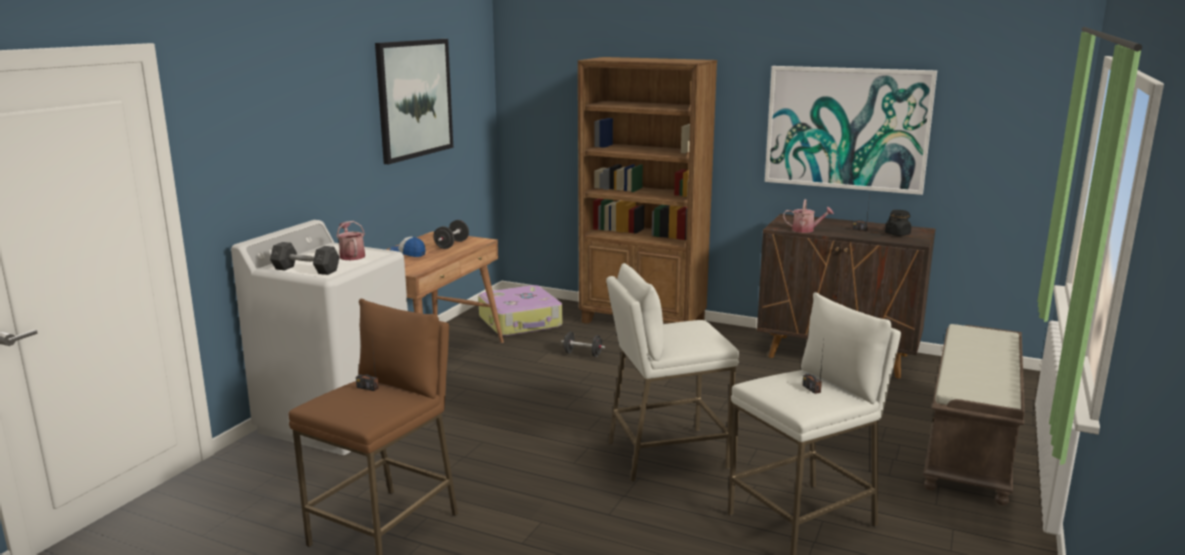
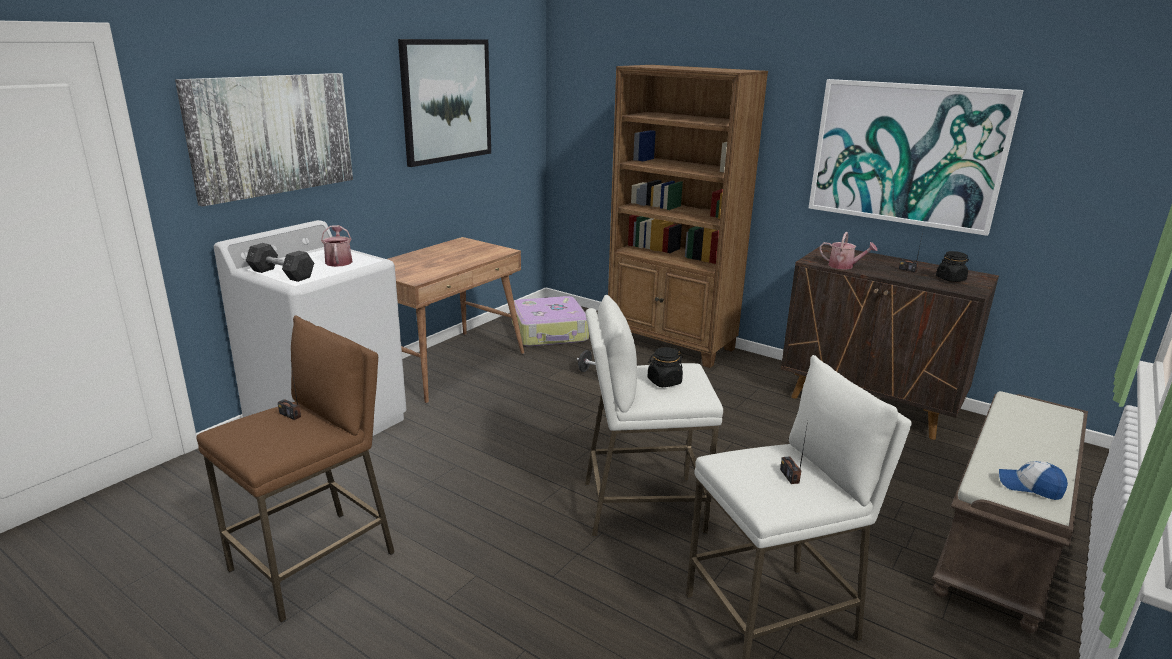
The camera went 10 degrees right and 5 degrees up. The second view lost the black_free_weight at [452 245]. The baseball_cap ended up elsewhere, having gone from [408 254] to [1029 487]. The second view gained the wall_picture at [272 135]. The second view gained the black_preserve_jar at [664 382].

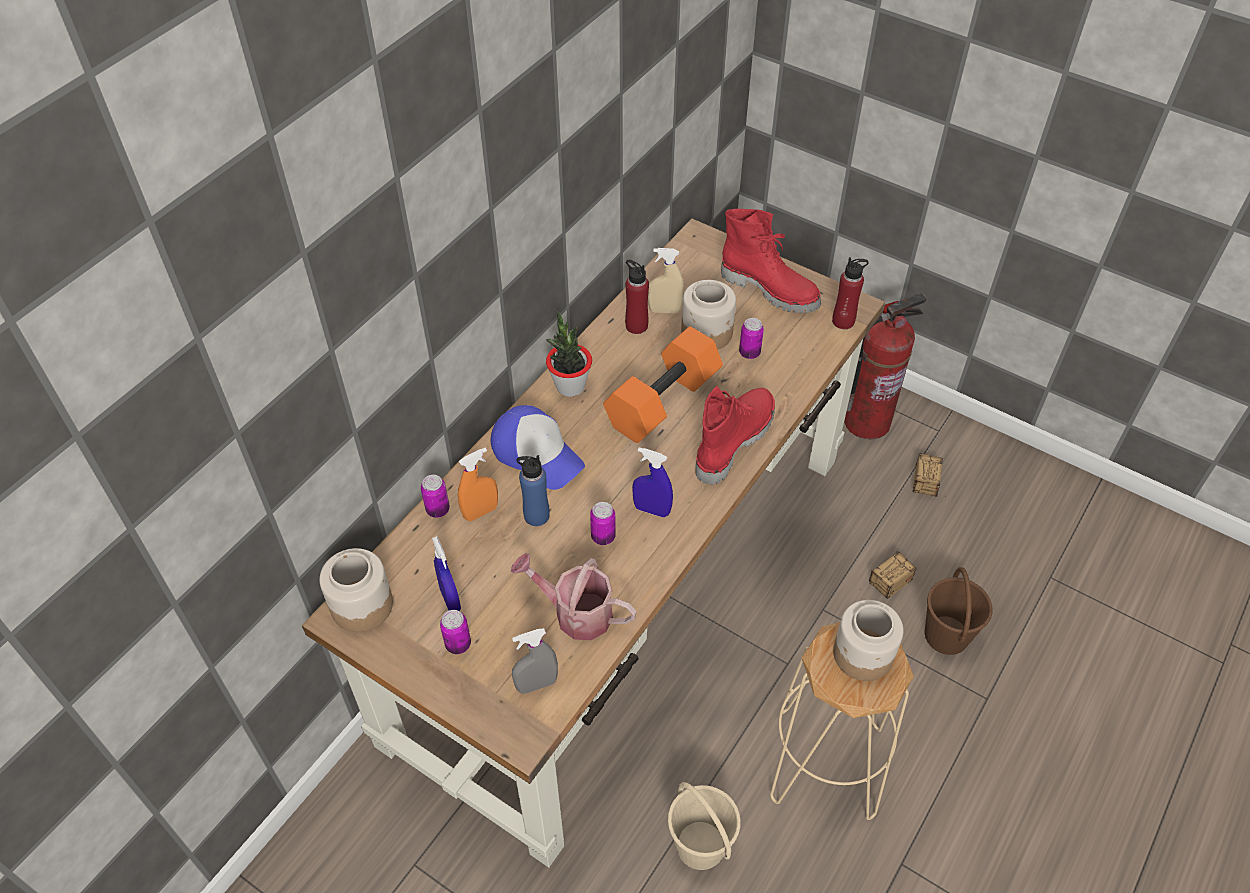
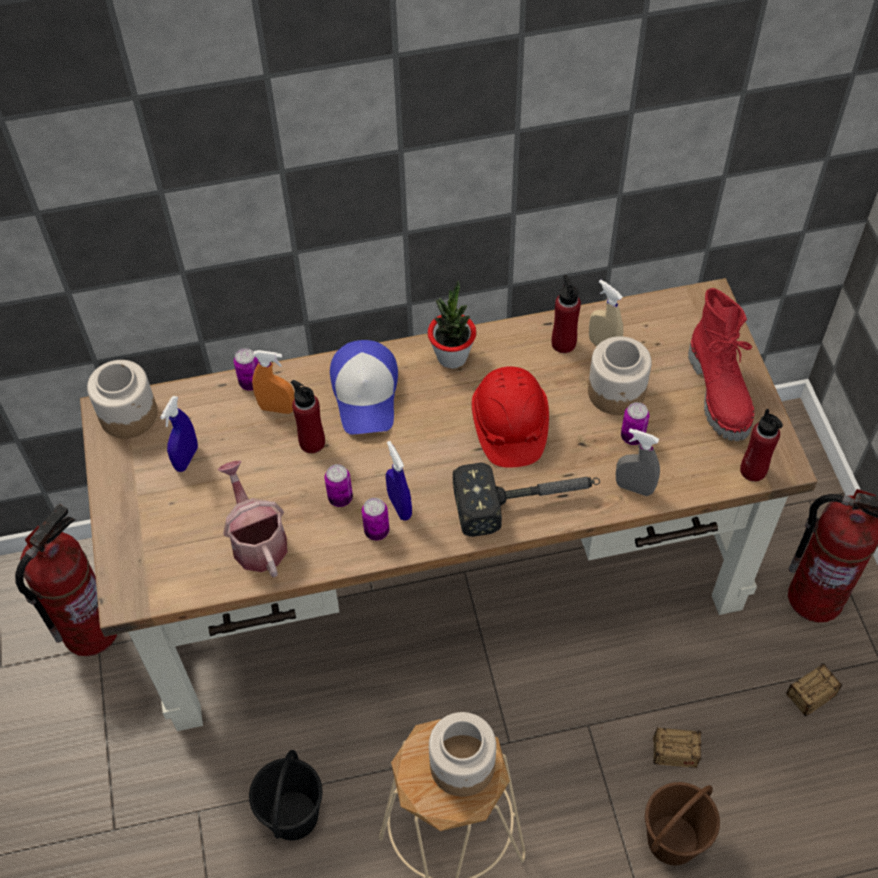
The camera went 45 degrees right and 5 degrees up. Where the orange-coloured_free_weight stood at [663 403], the red_safety_helmet came to stand at [509 426]. Where the red_high-top_boot stood at [732 441], the hand_hammer came to stand at [528 501]. What was the blue_beverage_bottle at [536 515] turned into the red_beverage_bottle at [312 442]. The can ended up elsewhere, having gone from [458 644] to [377 531]. The greyish_sprayer ended up elsewhere, having gone from [536 684] to [634 487]. What was the beige_bucket at [701 846] turned into the black_bucket at [293 816]. The second view gained the fire_extinguisher at [90 631].

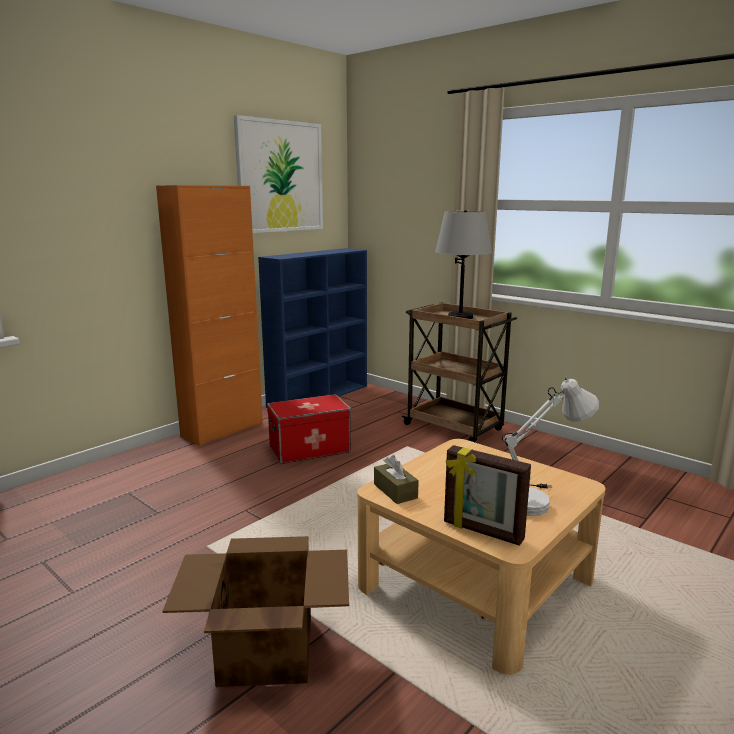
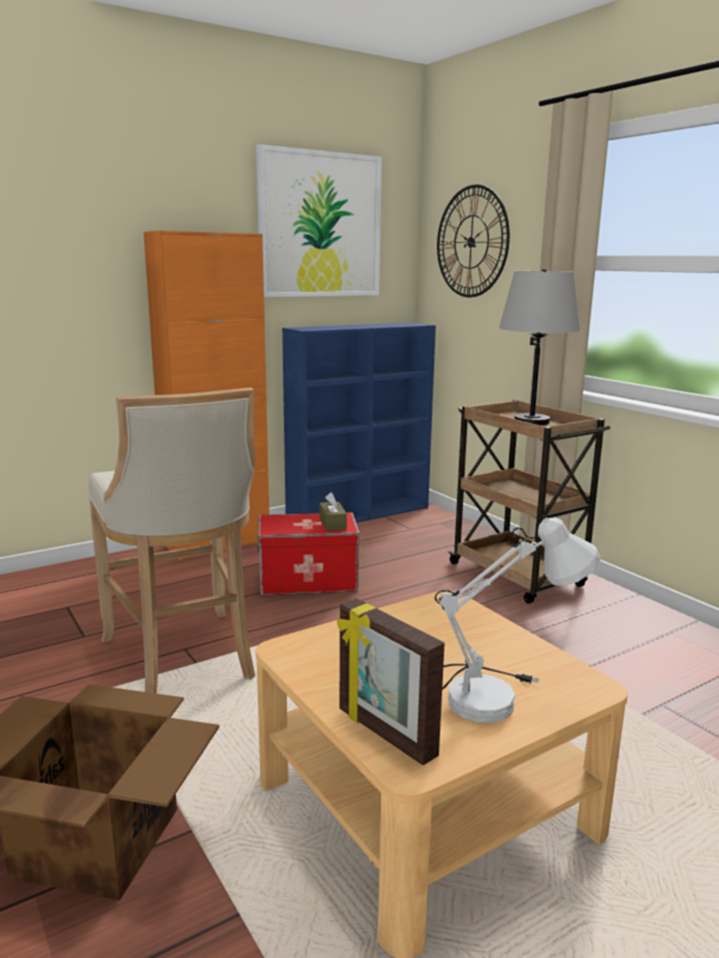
The camera went 15 degrees right and 0 degrees up. The brown_tissue_box ended up elsewhere, having gone from [395 491] to [332 524]. The second view gained the hanging_clock at [471 242]. The second view gained the beige_sitting_stool at [183 660].

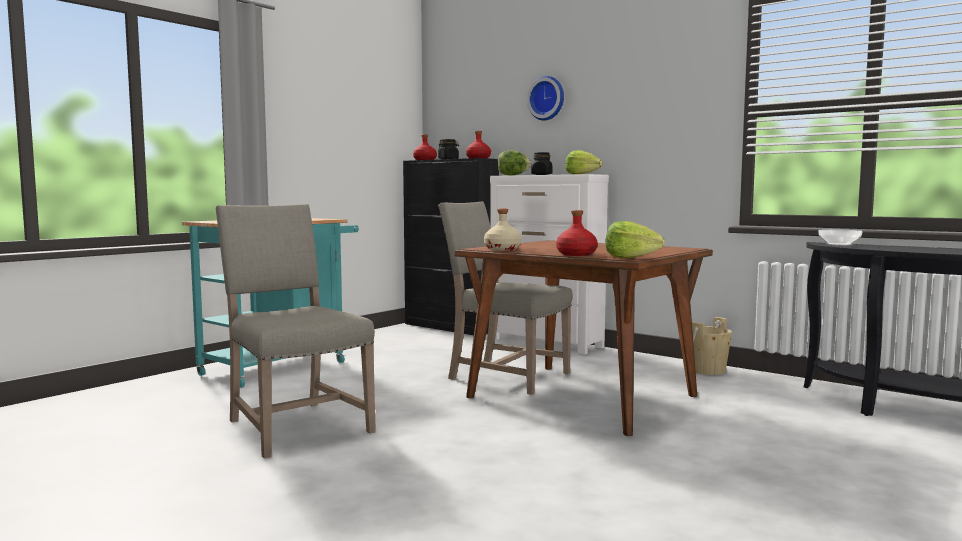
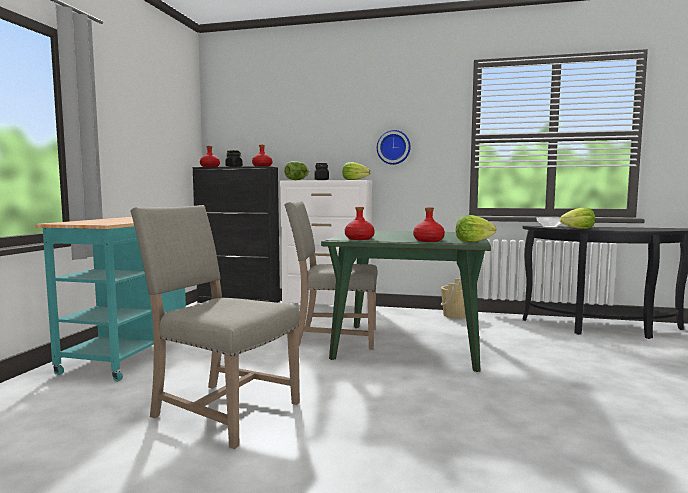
The camera went 25 degrees left and 0 degrees up. The hanging_clock ended up elsewhere, having gone from [547 98] to [393 147]. What was the beige_beverage_bottle at [502 249] turned into the red_beverage_bottle at [359 239]. What was the brown_dinner_table at [582 397] turned into the greenish_dinner_table at [408 346]. The second view gained the lettuce at [578 228].

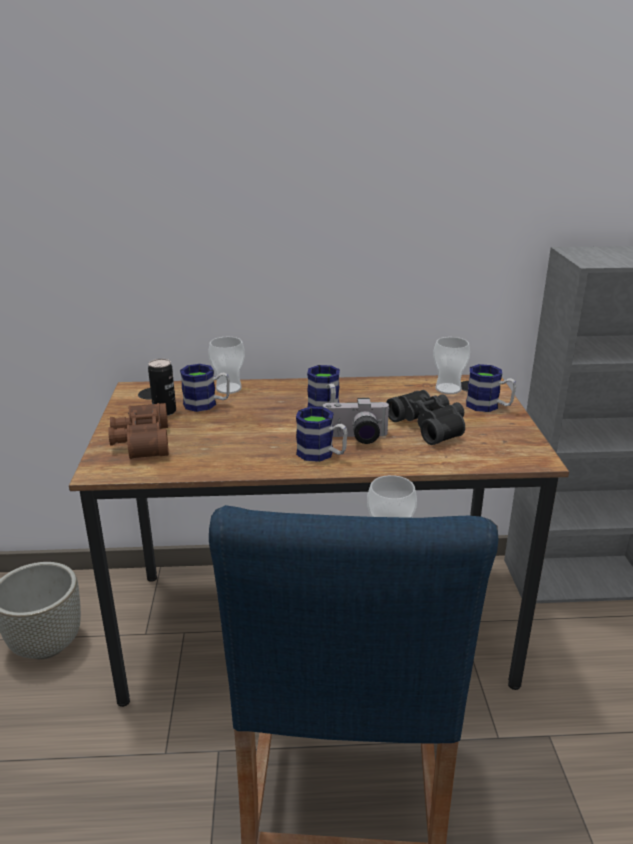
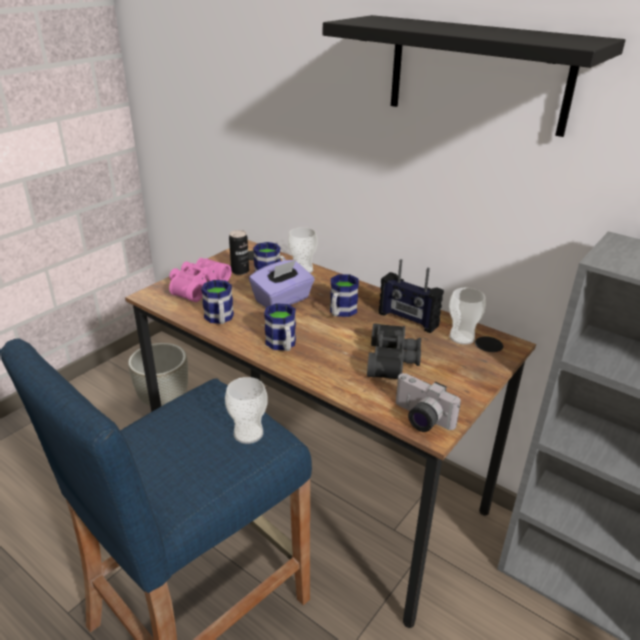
The camera went 40 degrees right and 5 degrees up. The mug ended up elsewhere, having gone from [489 406] to [220 319]. The still_camera ended up elsewhere, having gone from [356 438] to [420 419]. What was the brown_field_glasses at [140 442] turned into the pinkish_field_glasses at [196 286]. The second view gained the black_shelf at [477 74]. The second view gained the radio_receiver at [407 320]. The second view gained the purple_tissue_box at [283 300].

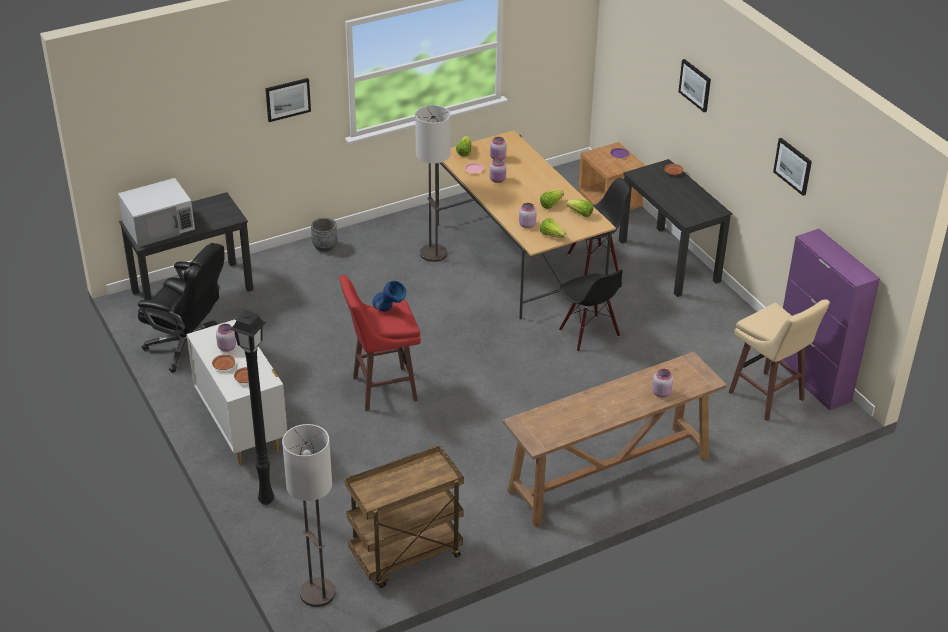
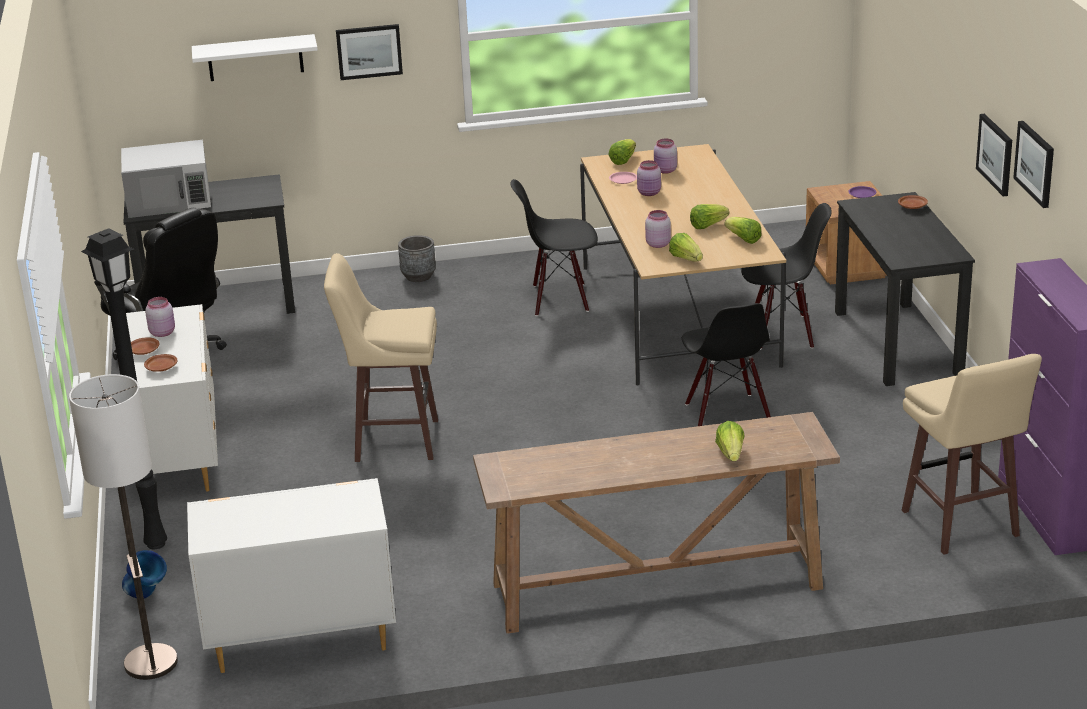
The camera went 20 degrees right and 10 degrees down. The wall_picture ended up elsewhere, having gone from [695 85] to [996 154]. Where the standing_lamp stood at [433 253], the black_upright_chair came to stand at [559 299]. What was the red_sitting_stool at [382 389] turned into the beige_sitting_stool at [393 440]. The blue_flower_vase ended up elsewhere, having gone from [389 311] to [147 599]. Where the pinkish_preserve_jar stood at [661 392], the lettuce came to stand at [731 453]. Where the brown_wheeled_cart stood at [405 556], the white-coloured_chest_of_drawers came to stand at [299 640]. The second view gained the white-coloured_shelf at [255 58].

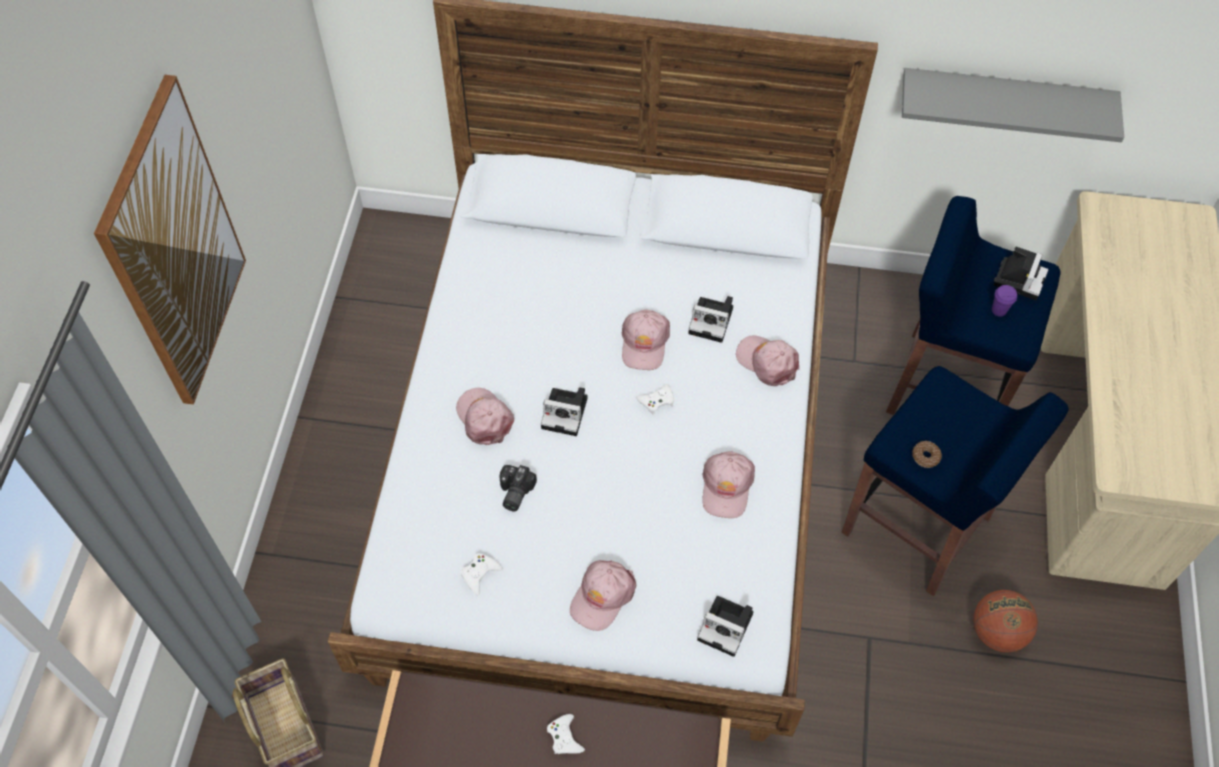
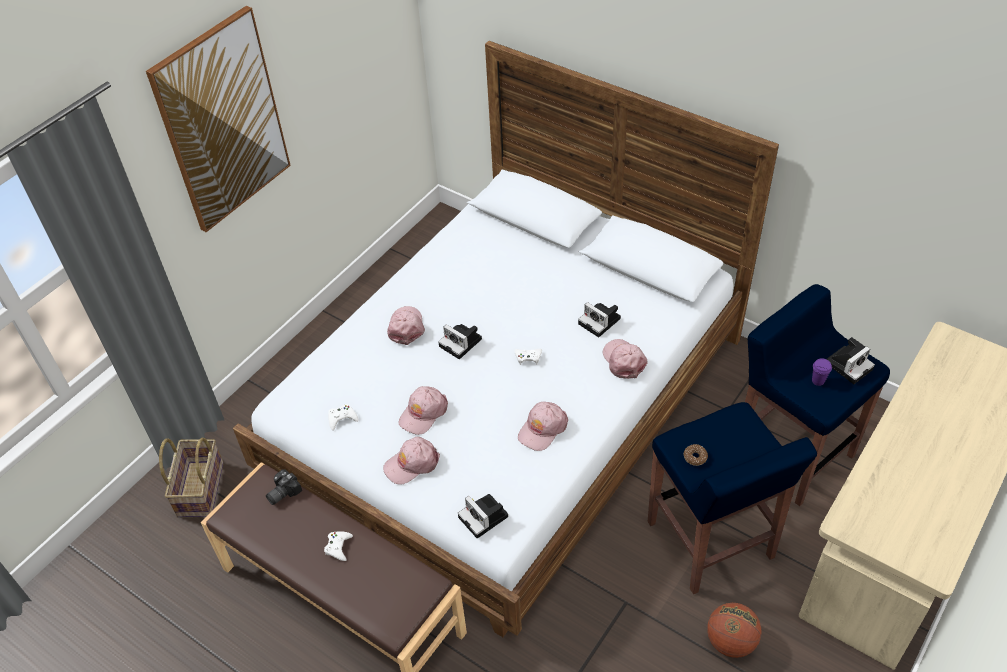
The camera went 30 degrees right and 10 degrees down. The second view lost the greyish_shelf at [1003 101]. The pinkish_baseball_cap ended up elsewhere, having gone from [644 343] to [423 413]. The still_camera ended up elsewhere, having gone from [513 493] to [282 492].

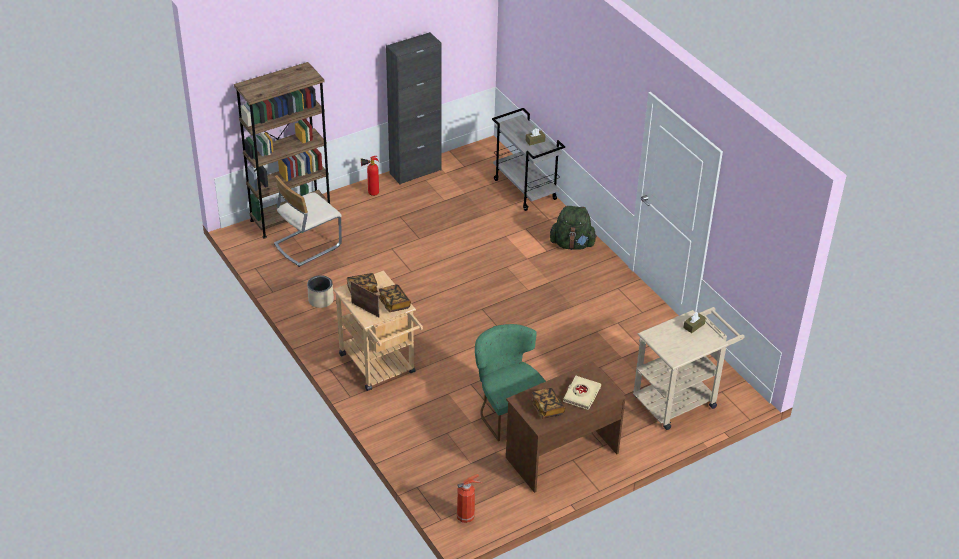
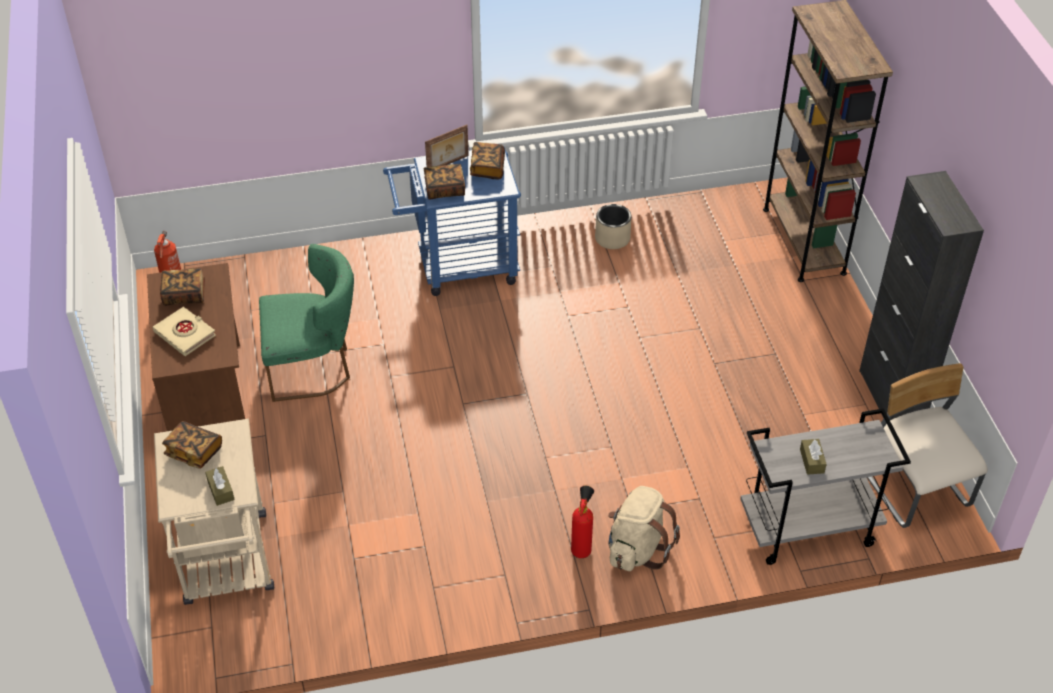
The camera went 110 degrees right and 5 degrees up. The fire_extinguisher ended up elsewhere, having gone from [371 193] to [582 548]. The beige_upright_chair ended up elsewhere, having gone from [307 245] to [914 488]. What was the greenish_knapsack at [572 244] turned into the beige_knapsack at [637 549]. What was the beige_wheeled_cart at [380 367] turned into the blue_wheeled_cart at [458 267]. The second view gained the bound_book at [194 452].

